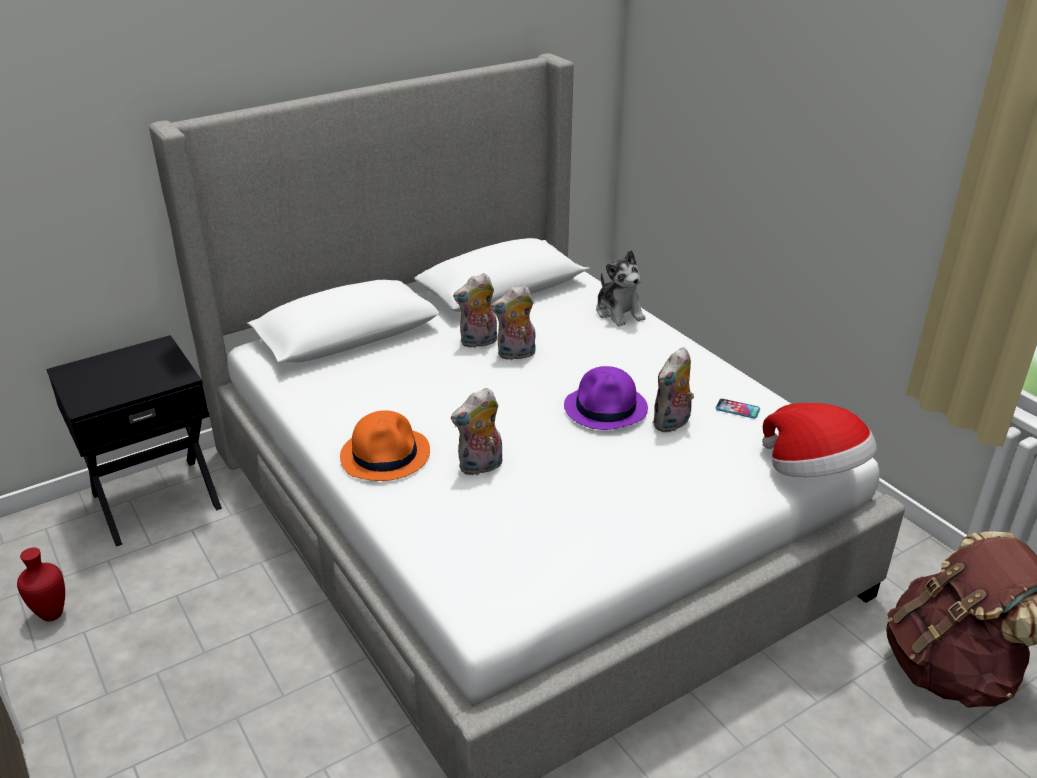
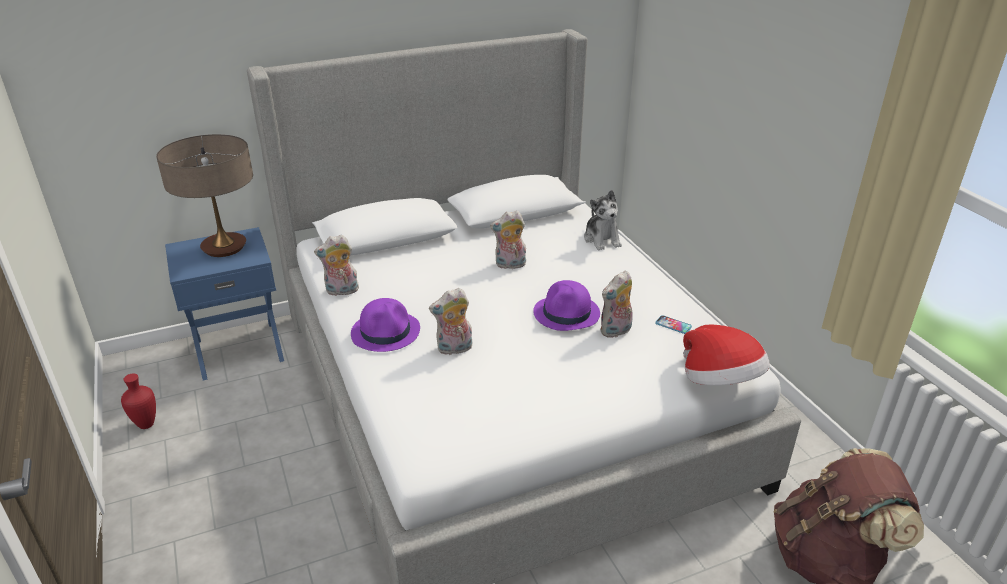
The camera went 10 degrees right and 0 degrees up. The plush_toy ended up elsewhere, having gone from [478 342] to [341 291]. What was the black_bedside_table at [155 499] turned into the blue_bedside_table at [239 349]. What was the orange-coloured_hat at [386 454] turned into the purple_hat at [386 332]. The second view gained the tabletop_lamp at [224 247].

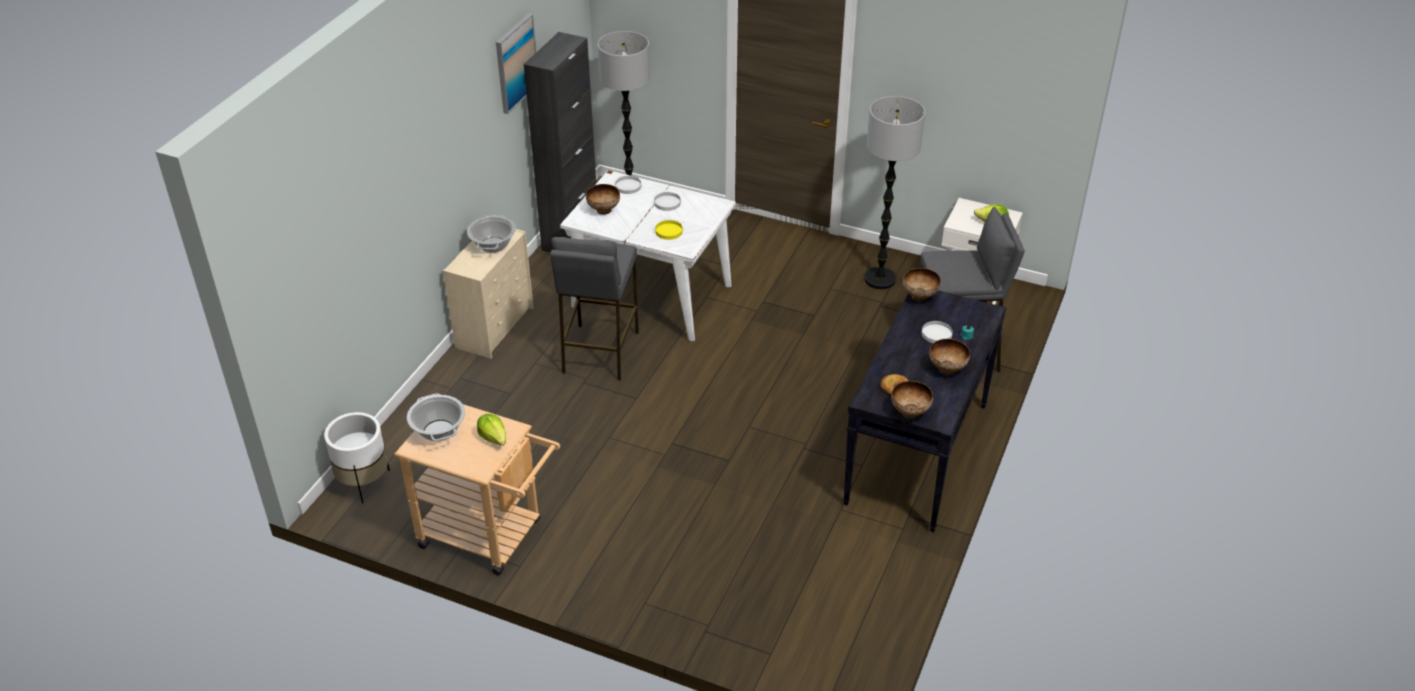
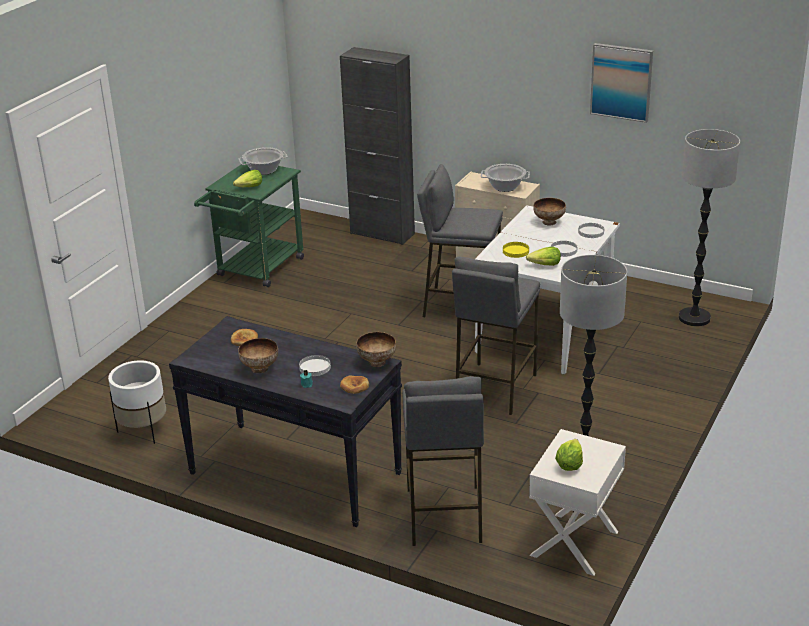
The camera went 95 degrees right and 10 degrees down. The black_cabinet ended up elsewhere, having gone from [570 236] to [382 233]. The second view lost the deep_dish at [910 412]. What was the beige_wheeled_cart at [489 536] turned into the greenish_wheeled_cart at [256 270]. The white-coloured_flower_pot ended up elsewhere, having gone from [364 482] to [143 430]. The second view gained the lettuce at [545 265]. The second view gained the greyish_sitting_stool at [494 388]. The second view gained the baked_bread at [354 386].

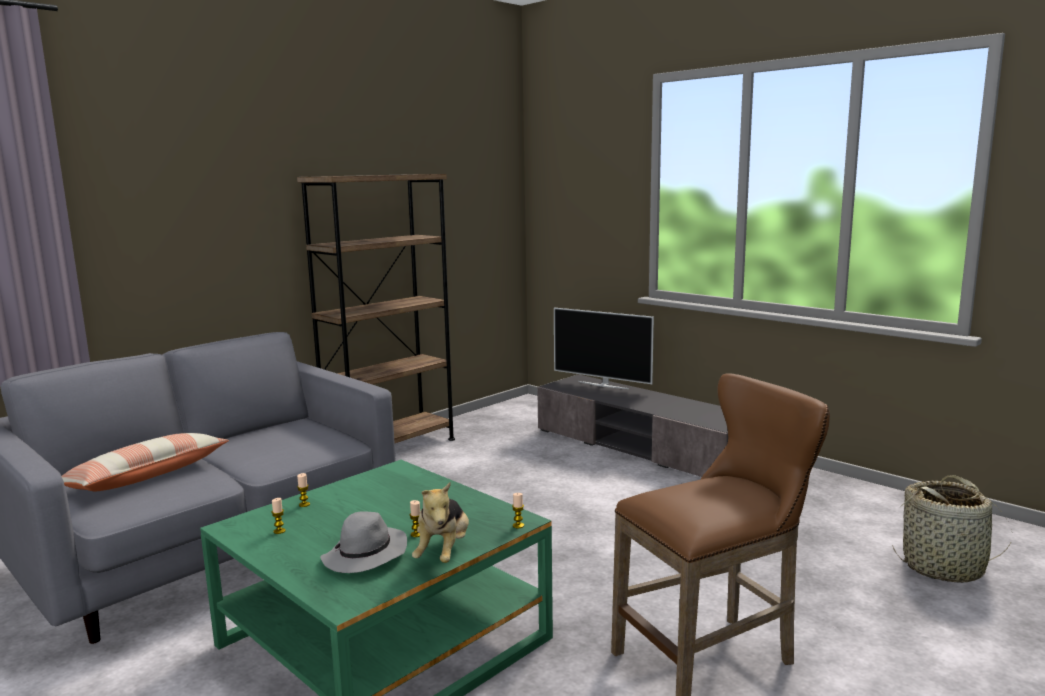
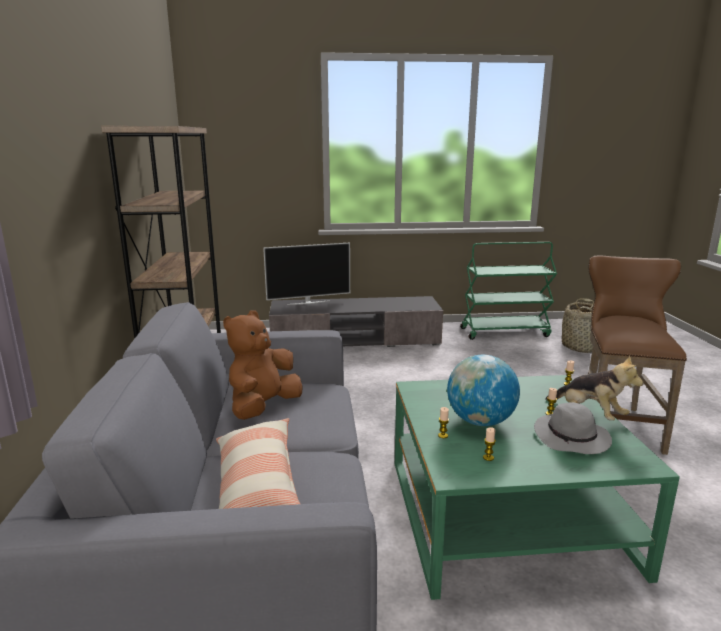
The camera went 50 degrees left and 5 degrees up. The second view gained the greenish_wheeled_cart at [505 332]. The second view gained the brown_plush_toy at [263 407]. The second view gained the desk_globe at [480 421].

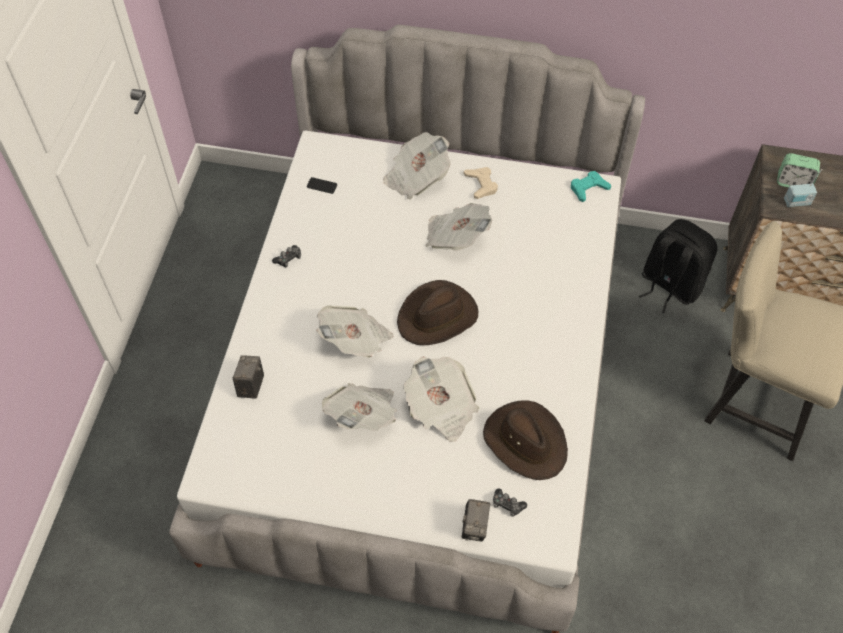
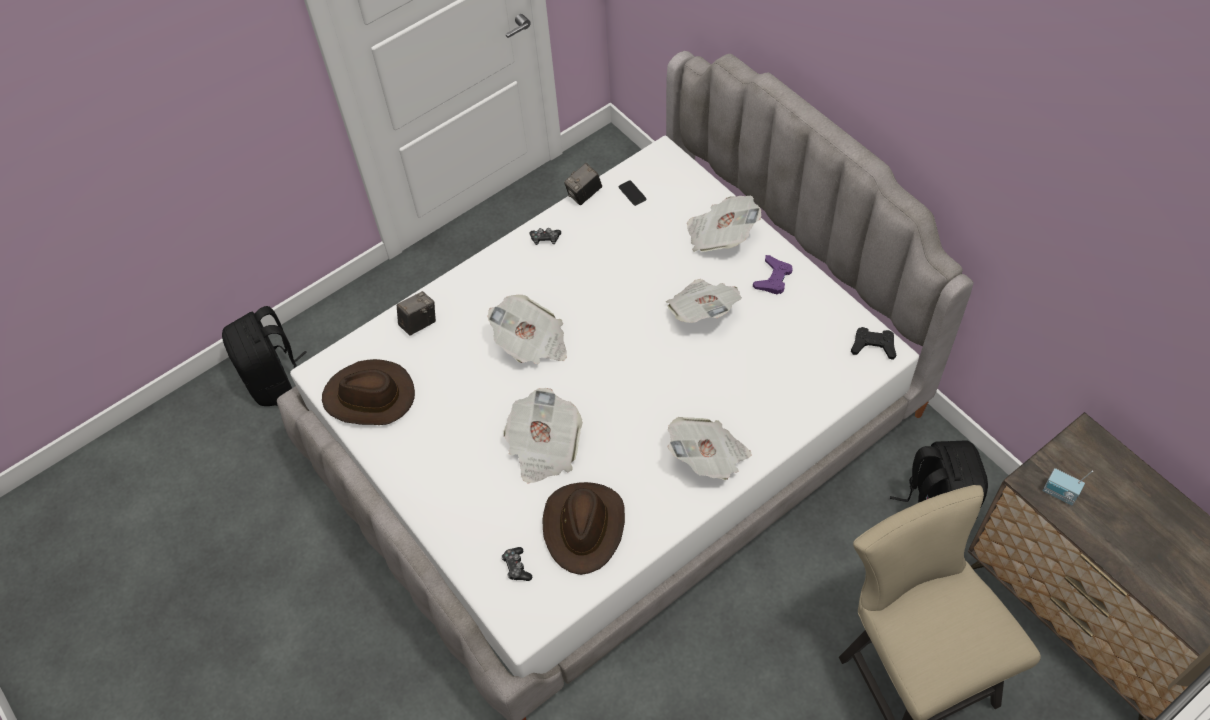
The camera went 45 degrees right and 0 degrees up. The second view lost the table_clock at [793 182]. What was the beige_gamepad at [481 184] turned into the purple_gamepad at [773 278]. What was the blue-green_gamepad at [588 188] turned into the black_gamepad at [873 346]. The brown_hat ended up elsewhere, having gone from [437 316] to [369 397]. The printed_paper ended up elsewhere, having gone from [364 415] to [709 457]. The still_camera ended up elsewhere, having gone from [475 527] to [584 195]. The second view gained the black_knapsack at [276 380].

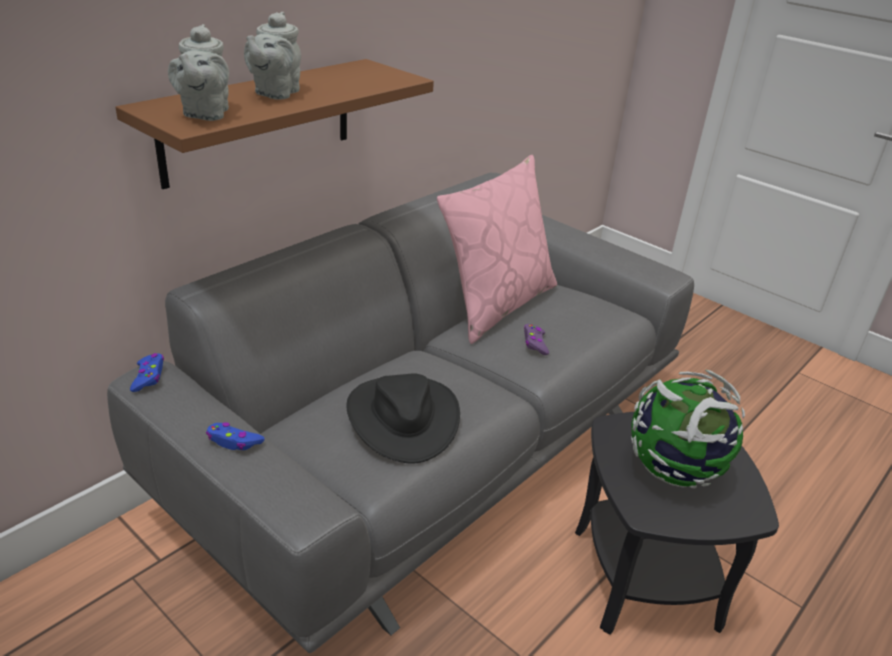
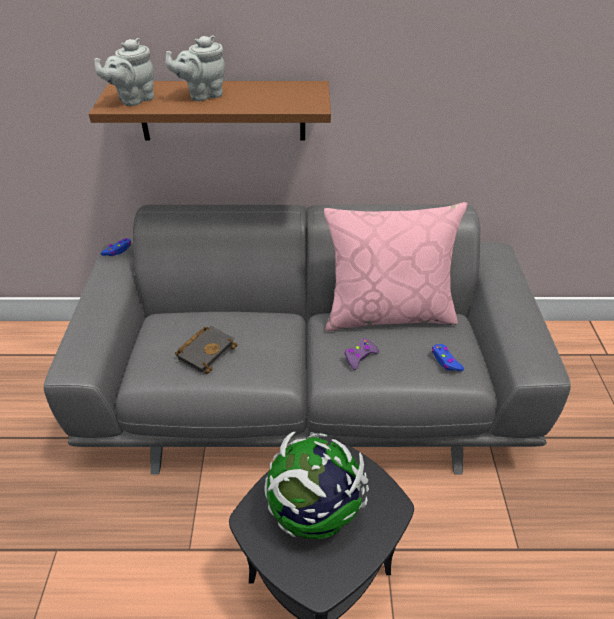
The camera went 50 degrees right and 10 degrees up. Where the black_hat stood at [402 418], the black_bound_book came to stand at [206 351]. The blue_gamepad ended up elsewhere, having gone from [234 441] to [445 361].

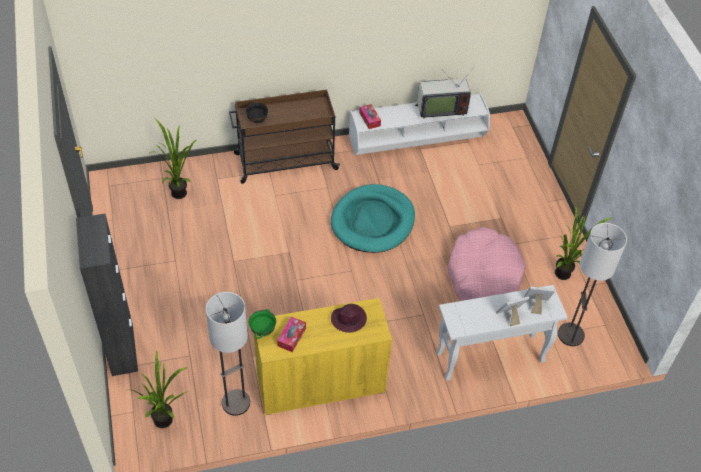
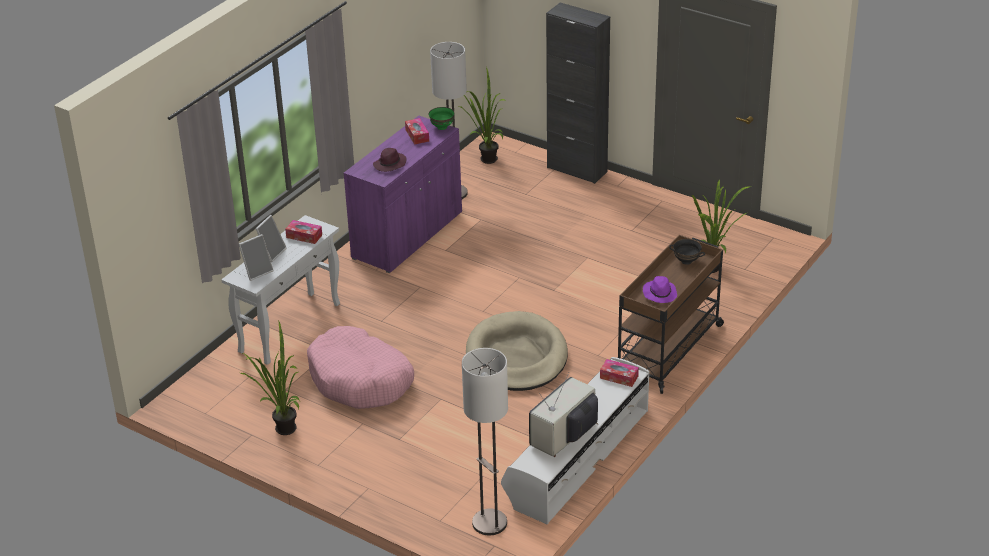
The camera went 140 degrees right and 15 degrees down. What was the blue-green_dog_cushion at [373 221] turned into the beige_dog_cushion at [517 356]. The standing_lamp ended up elsewhere, having gone from [571 335] to [489 523]. What was the yellow-coloured_cabinet at [320 383] turned into the purple_cabinet at [407 236]. The second view gained the tissue_box at [304 236]. The second view gained the purple_hat at [659 293].

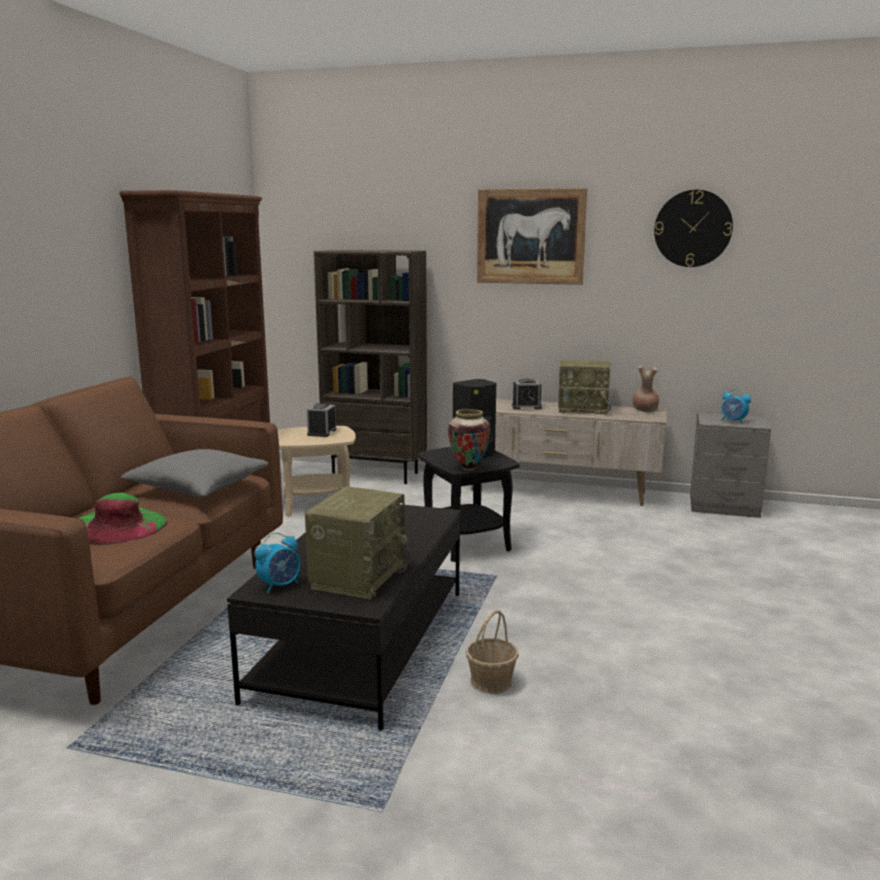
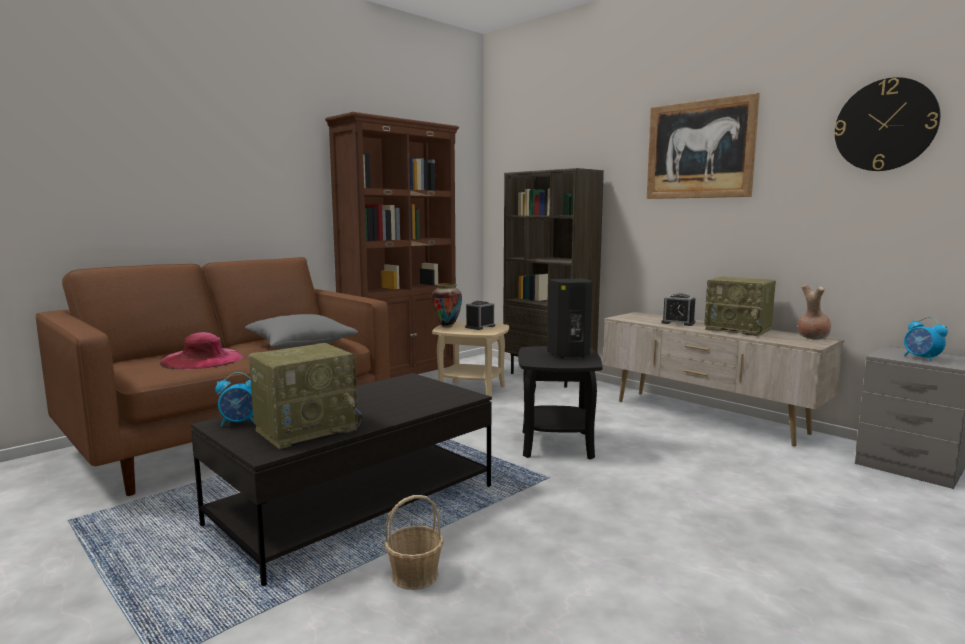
The camera went 30 degrees right and 5 degrees down. The flower_vase ended up elsewhere, having gone from [468 468] to [447 326]. What was the greenish_hat at [118 526] turned into the pinkish_hat at [202 359].

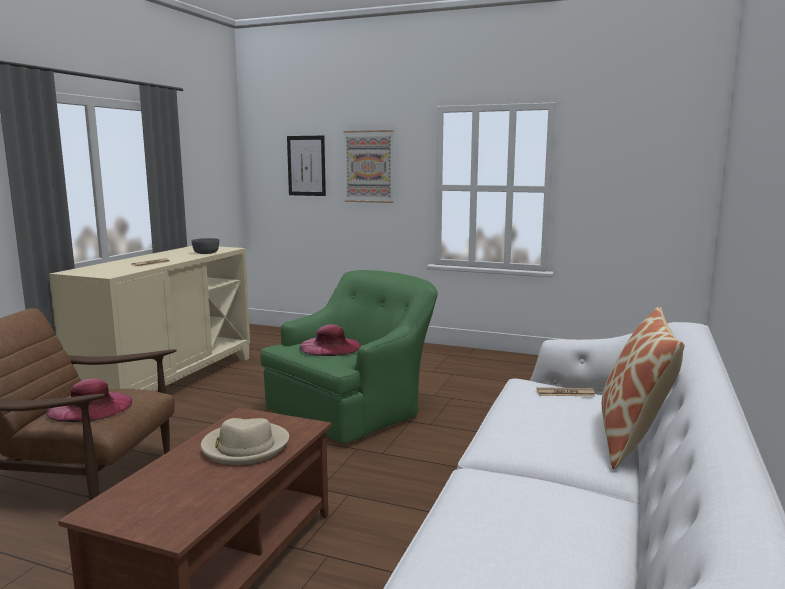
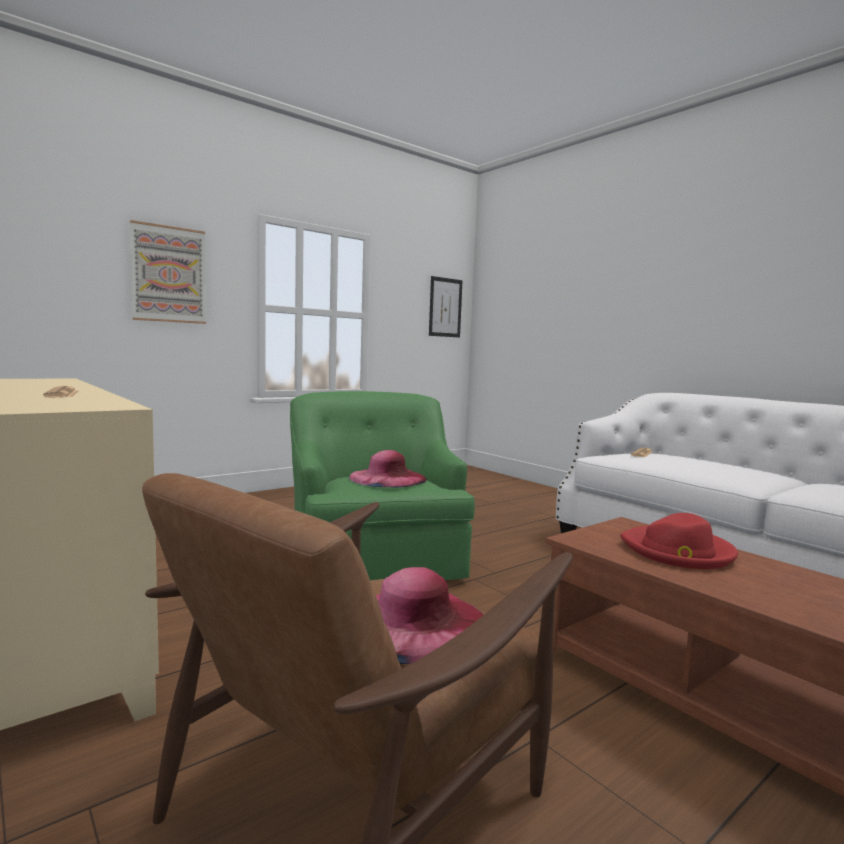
The camera went 60 degrees left and 5 degrees down. The wall_picture ended up elsewhere, having gone from [306 166] to [445 307]. The second view lost the greyish_deep_dish at [206 253]. The second view lost the throw_pillow at [633 439]. What was the beige_hat at [245 447] turned into the red_hat at [678 551].

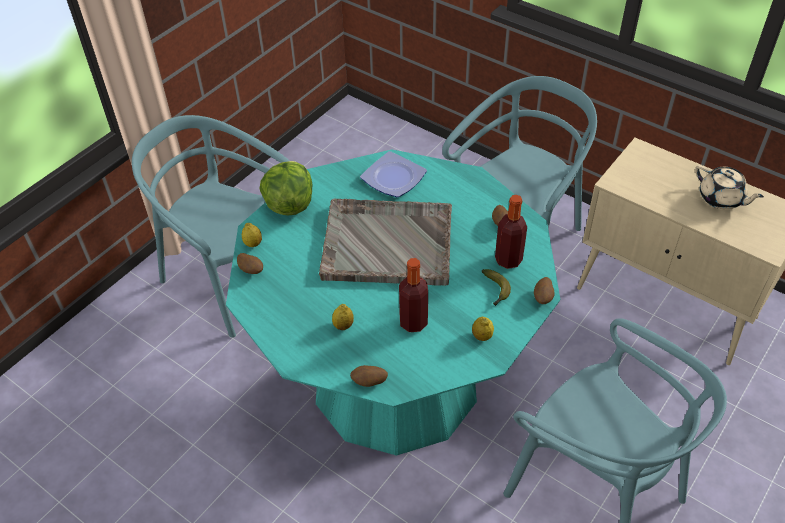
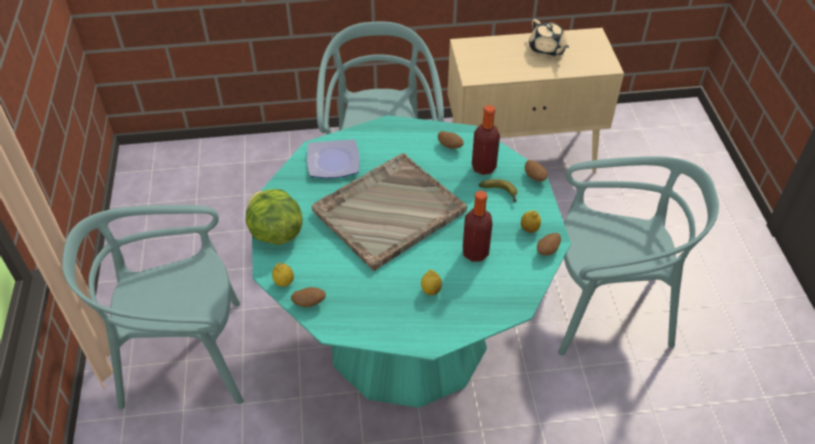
The camera went 45 degrees left and 0 degrees up. The beige_teapot at [721 199] ended up facing another way, 60 degrees clockwise from before. The spud ended up elsewhere, having gone from [369 382] to [547 251].

